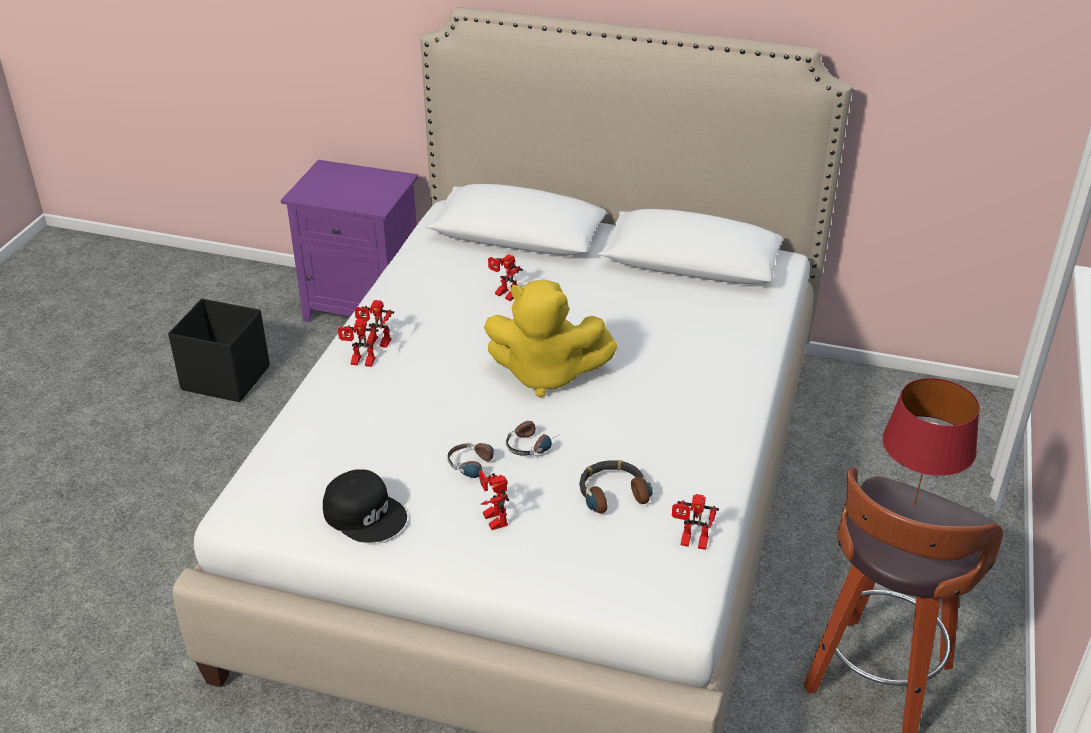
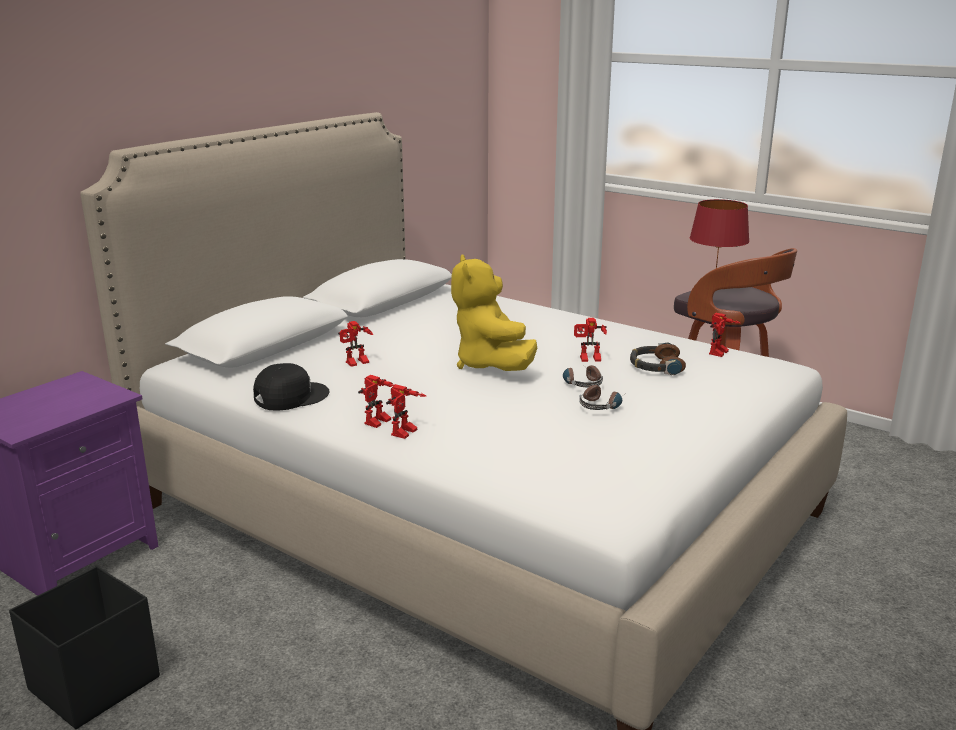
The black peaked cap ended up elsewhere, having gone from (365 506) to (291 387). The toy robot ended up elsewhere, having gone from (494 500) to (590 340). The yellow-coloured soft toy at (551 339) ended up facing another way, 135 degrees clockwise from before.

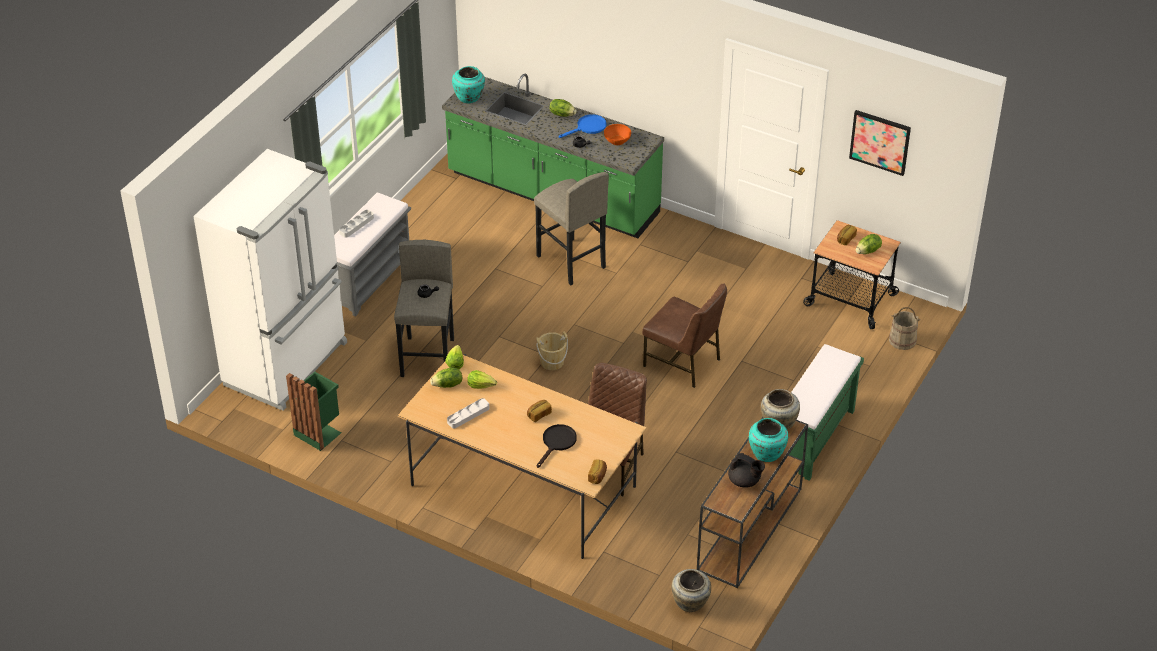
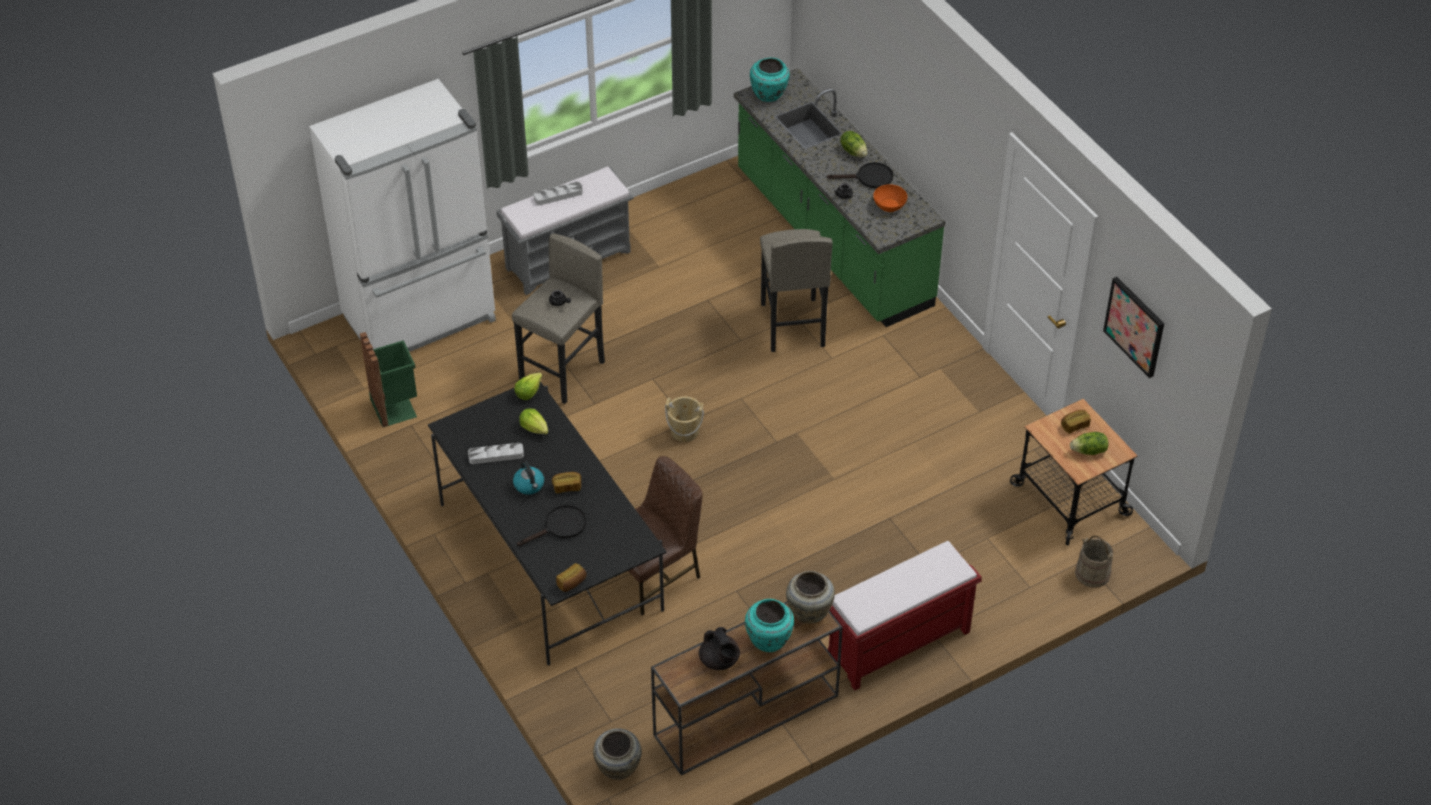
What was the beige-coloured dining table at (522 456) turned into the black dining table at (547 523). The second view lost the lettuce head at (446 378). What was the blue pan at (582 126) turned into the black pan at (860 175). The second view lost the brown chair at (684 335). What was the greenish long seat at (826 412) turned into the red-coloured long seat at (905 615). The second view gained the kettle at (528 478).

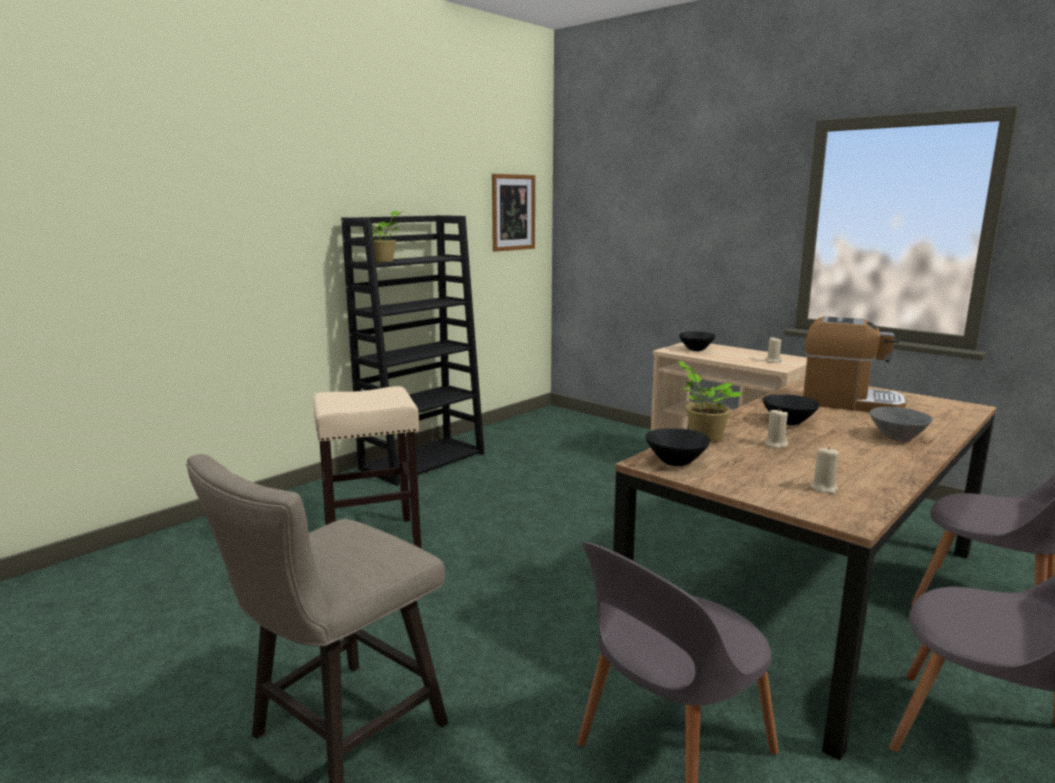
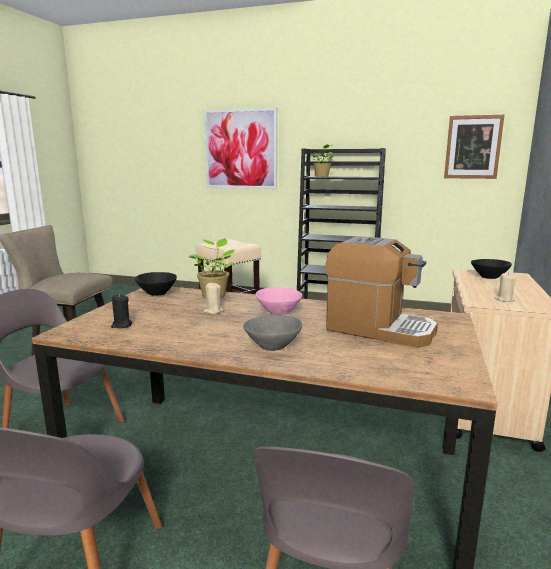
What was the black serving bowl at (791 409) turned into the pink-coloured serving bowl at (279 301). The coffee machine at (854 364) ended up facing another way, 60 degrees counterclockwise from before. What was the beige-coloured candle at (825 470) turned into the black candle at (121 311). The second view gained the wall picture at (240 148).

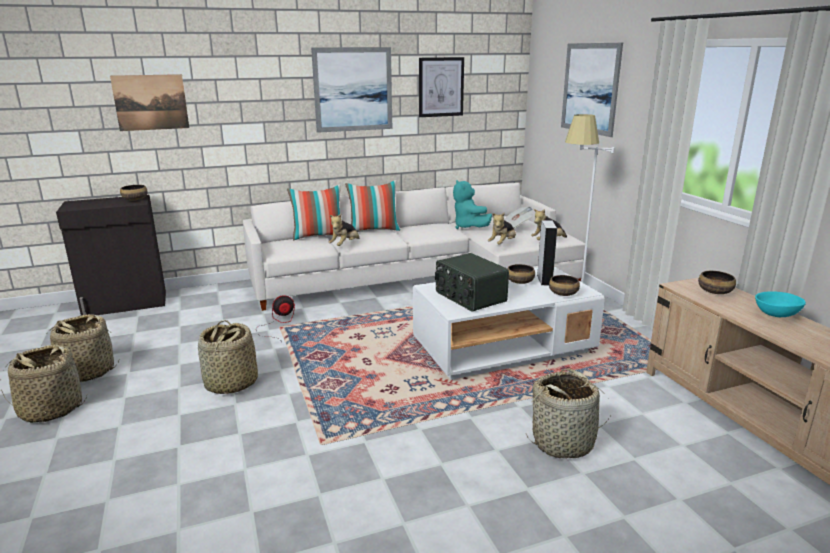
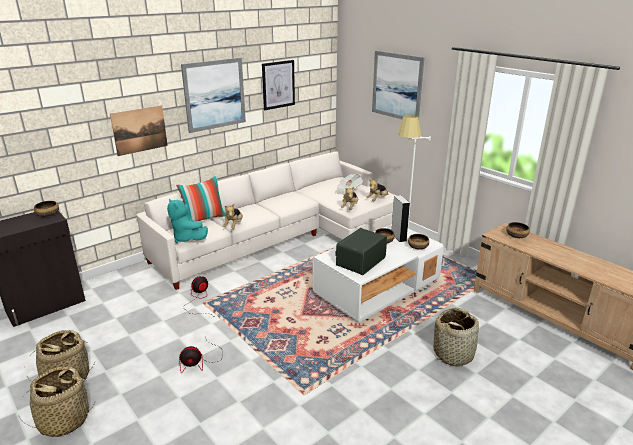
The wall picture ended up elsewhere, having gone from (149 102) to (139 130). Where the basket stood at (228 357), the cooling fan came to stand at (198 356). The second view lost the cushion at (373 206). The radio set at (472 282) ended up facing another way, 90 degrees clockwise from before. The turquoise soft toy ended up elsewhere, having gone from (472 204) to (187 220). The second view lost the turquoise serving bowl at (780 304).

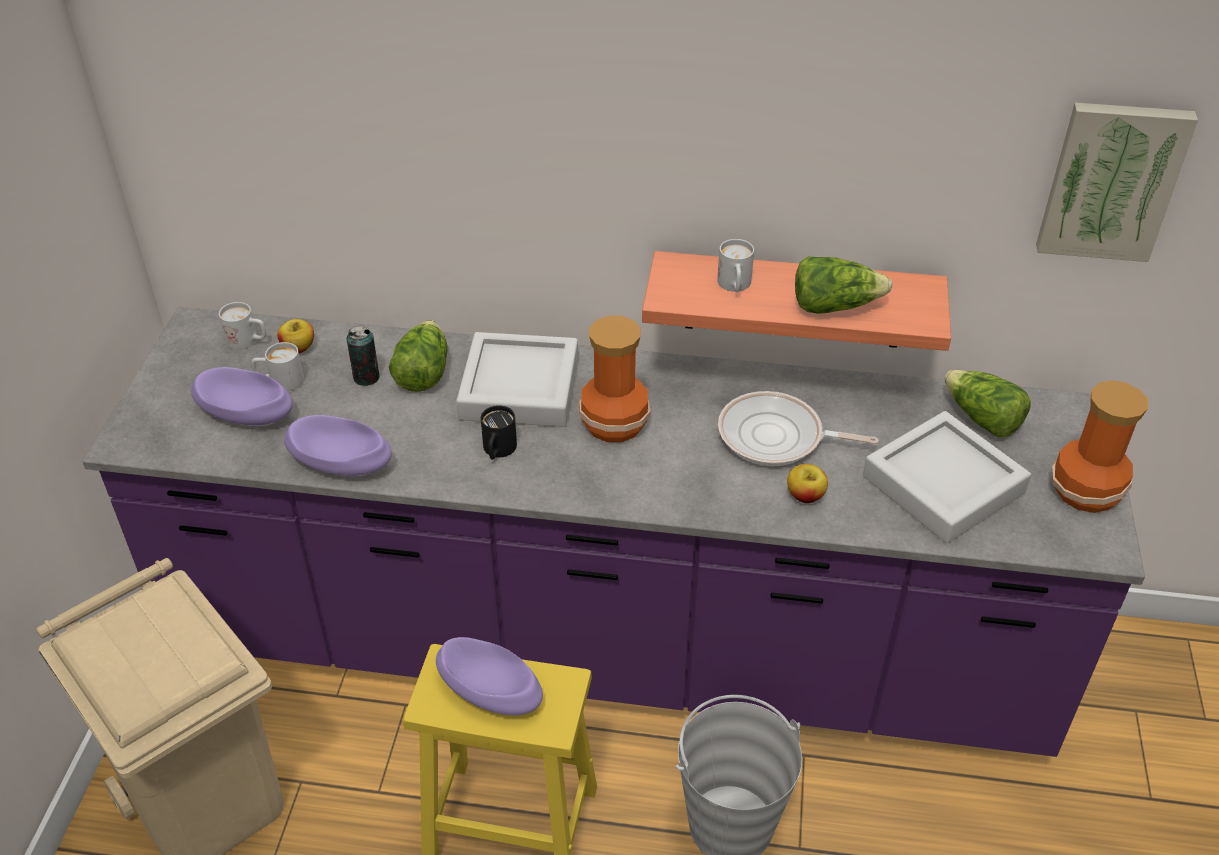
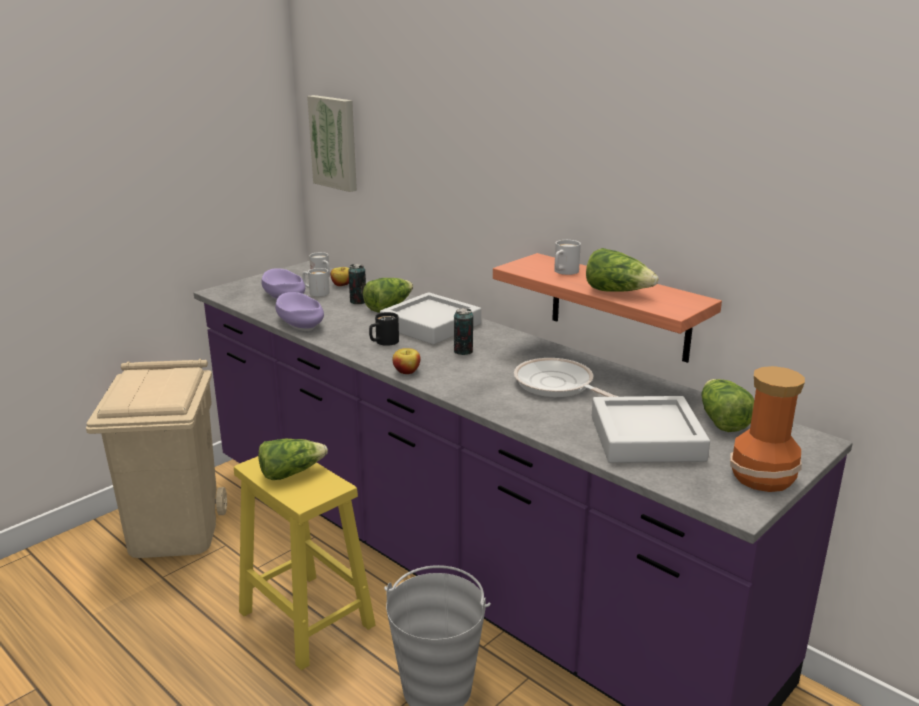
Where the purple-coloured serving bowl stood at (489 676), the lettuce head came to stand at (293 459). Where the decorative vase stood at (615 379), the sealed can came to stand at (463 331). The whole apple ended up elsewhere, having gone from (807 483) to (406 361). The wall picture ended up elsewhere, having gone from (1117 182) to (332 143).

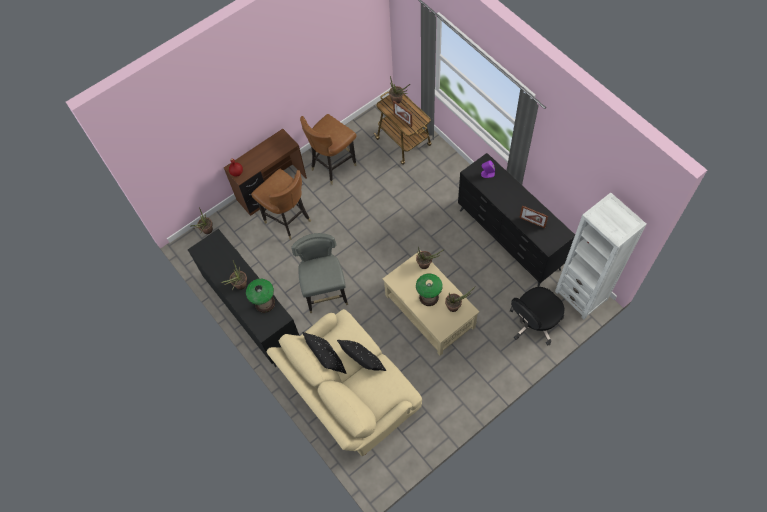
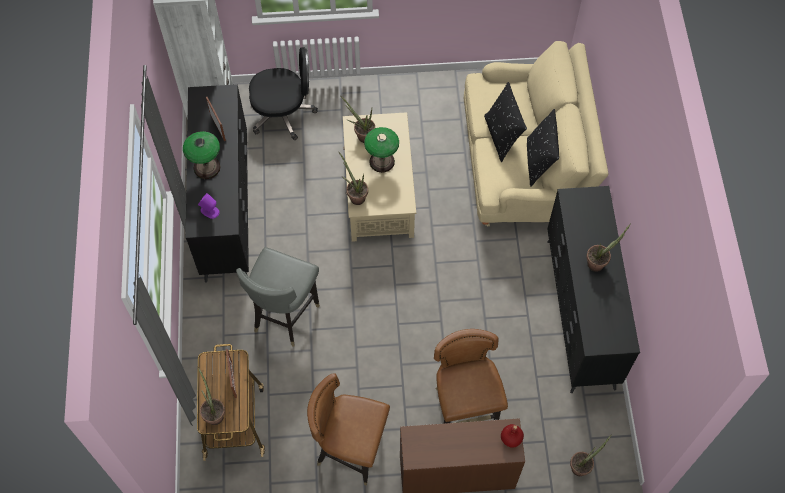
The tabletop lamp ended up elsewhere, having gone from (260 296) to (202 155). The greyish chair ended up elsewhere, having gone from (319 273) to (278 297). The brown chair at (328 149) ended up facing another way, 150 degrees counterclockwise from before.

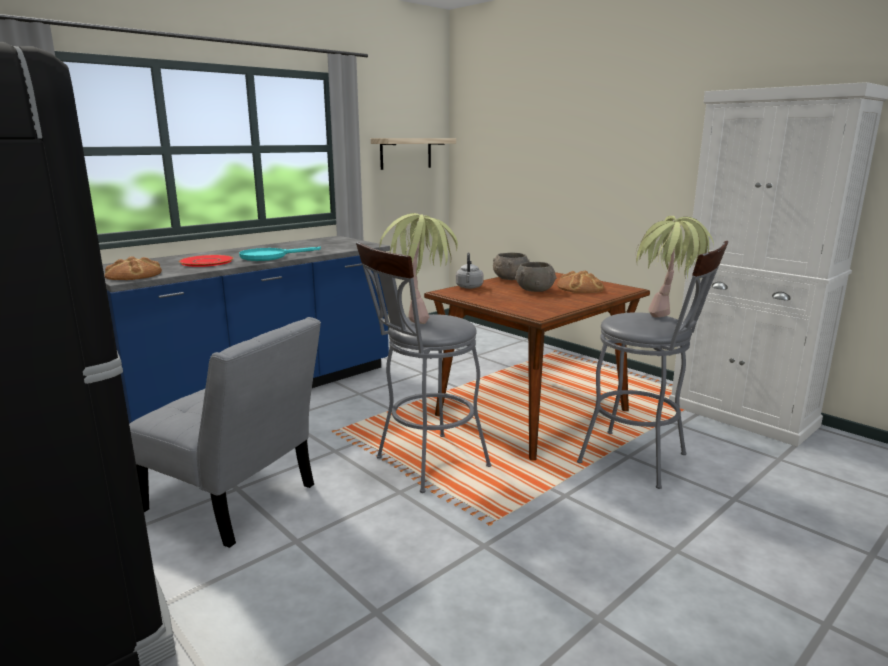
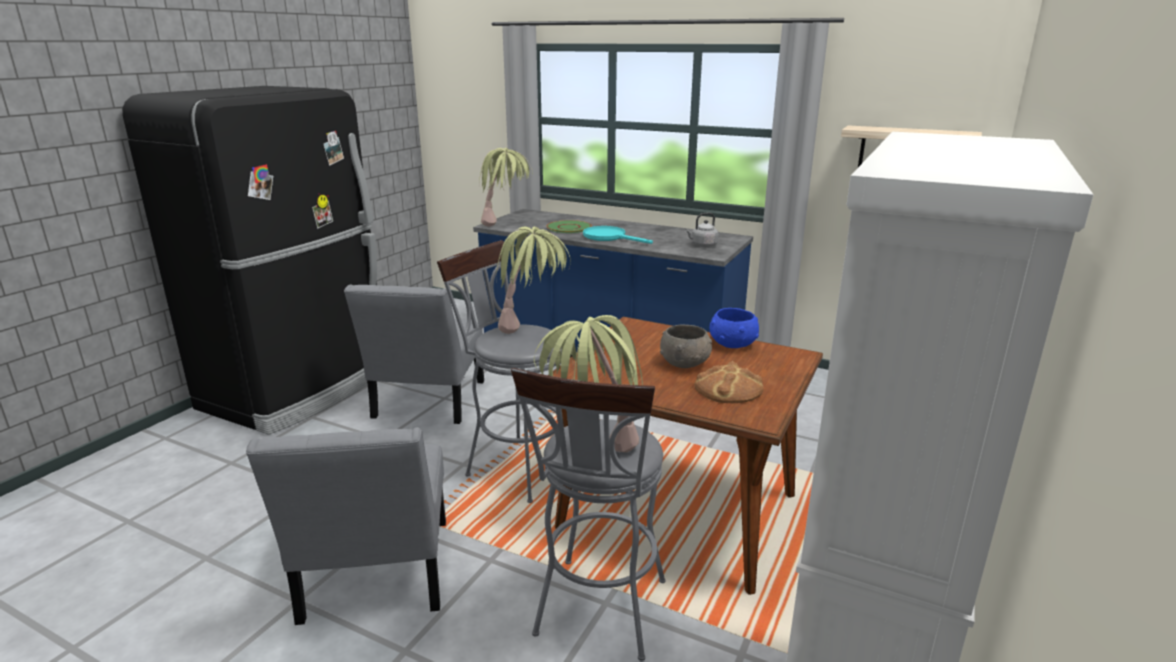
Where the bread stood at (133 268), the houseplant came to stand at (505 187). What was the red-coloured flat dish at (206 261) turned into the greenish flat dish at (569 226). The greyish kettle ended up elsewhere, having gone from (470 270) to (702 230). What was the greyish serving bowl at (511 266) turned into the blue serving bowl at (734 328). The second view gained the greyish chair at (346 526).

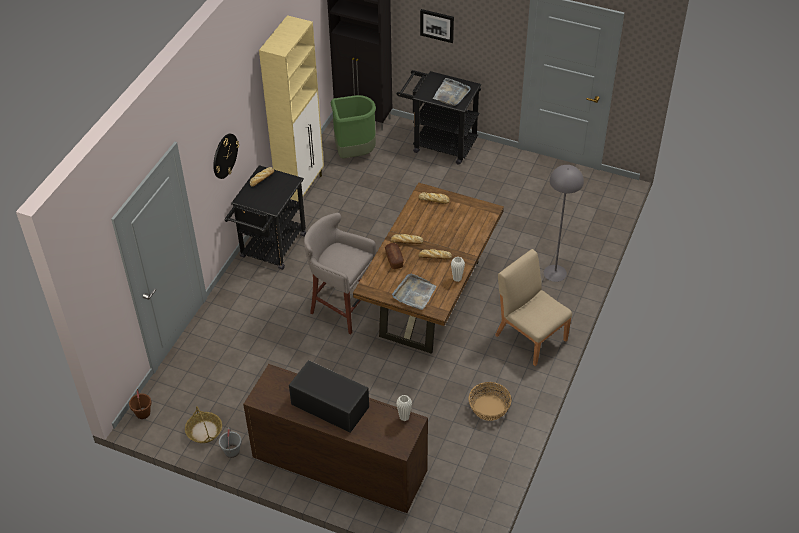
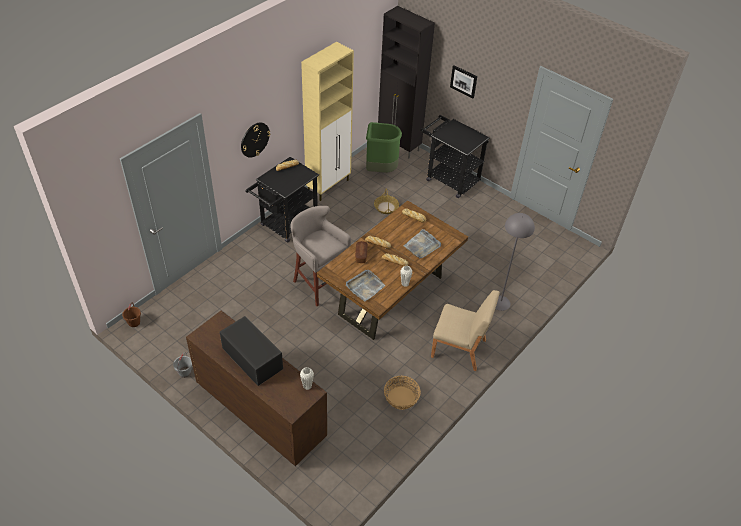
The basket ended up elsewhere, having gone from (203 424) to (386 201). The greyish tray ended up elsewhere, having gone from (452 92) to (422 244). The beige-coloured chair at (533 307) ended up facing another way, 135 degrees clockwise from before.

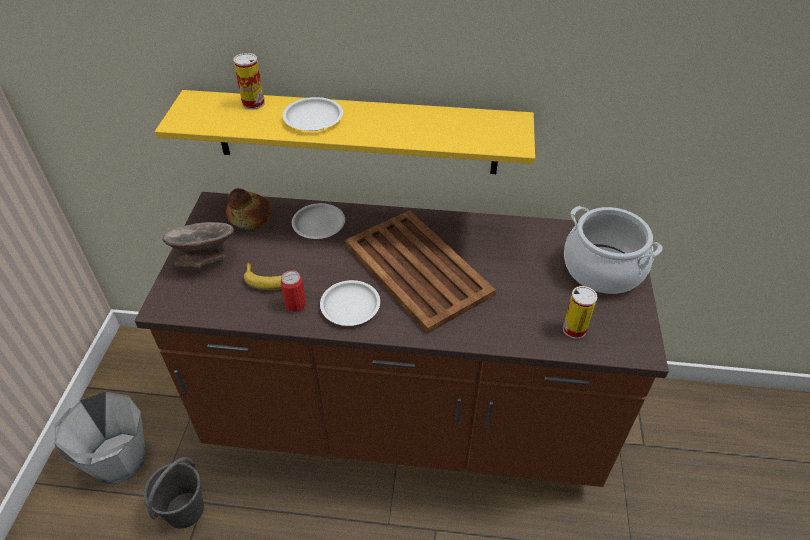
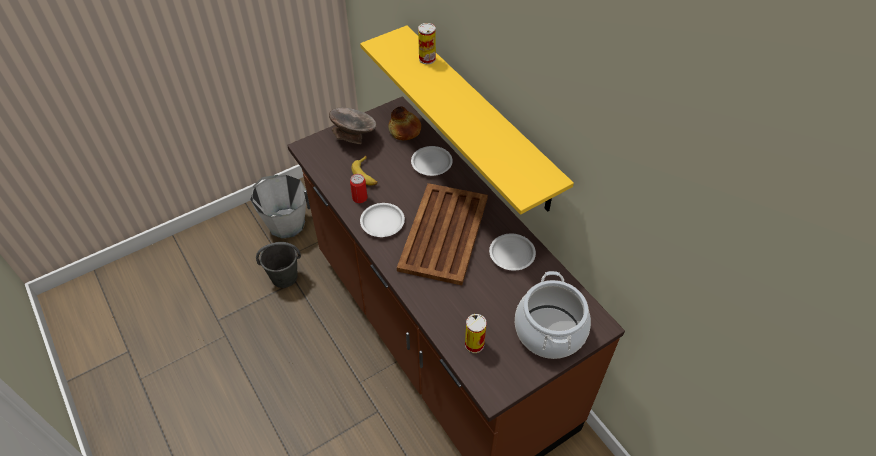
The white flat dish ended up elsewhere, having gone from (313 114) to (512 252).

